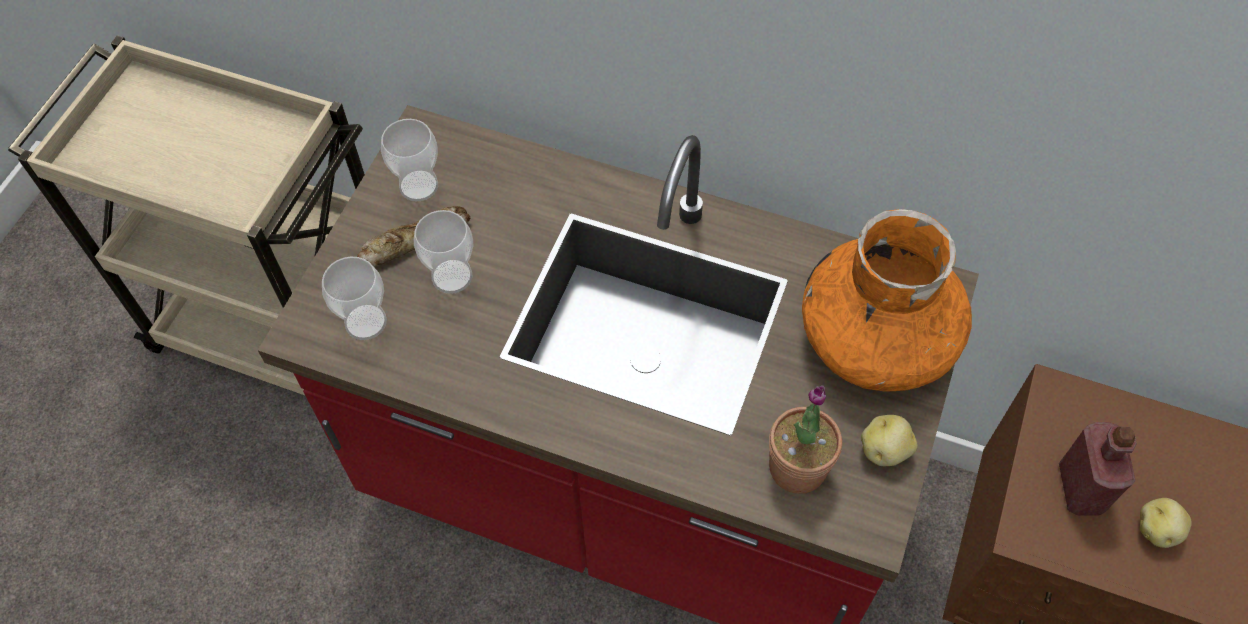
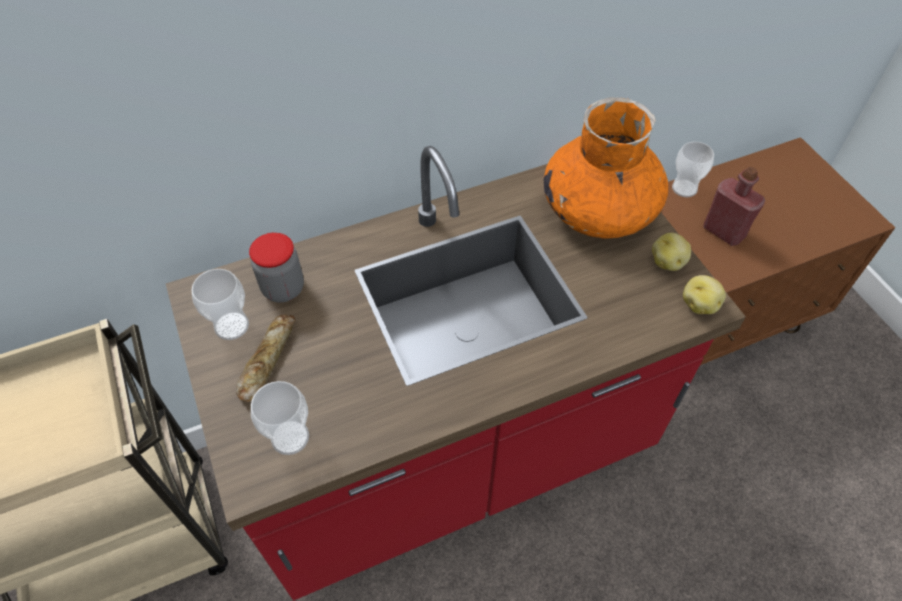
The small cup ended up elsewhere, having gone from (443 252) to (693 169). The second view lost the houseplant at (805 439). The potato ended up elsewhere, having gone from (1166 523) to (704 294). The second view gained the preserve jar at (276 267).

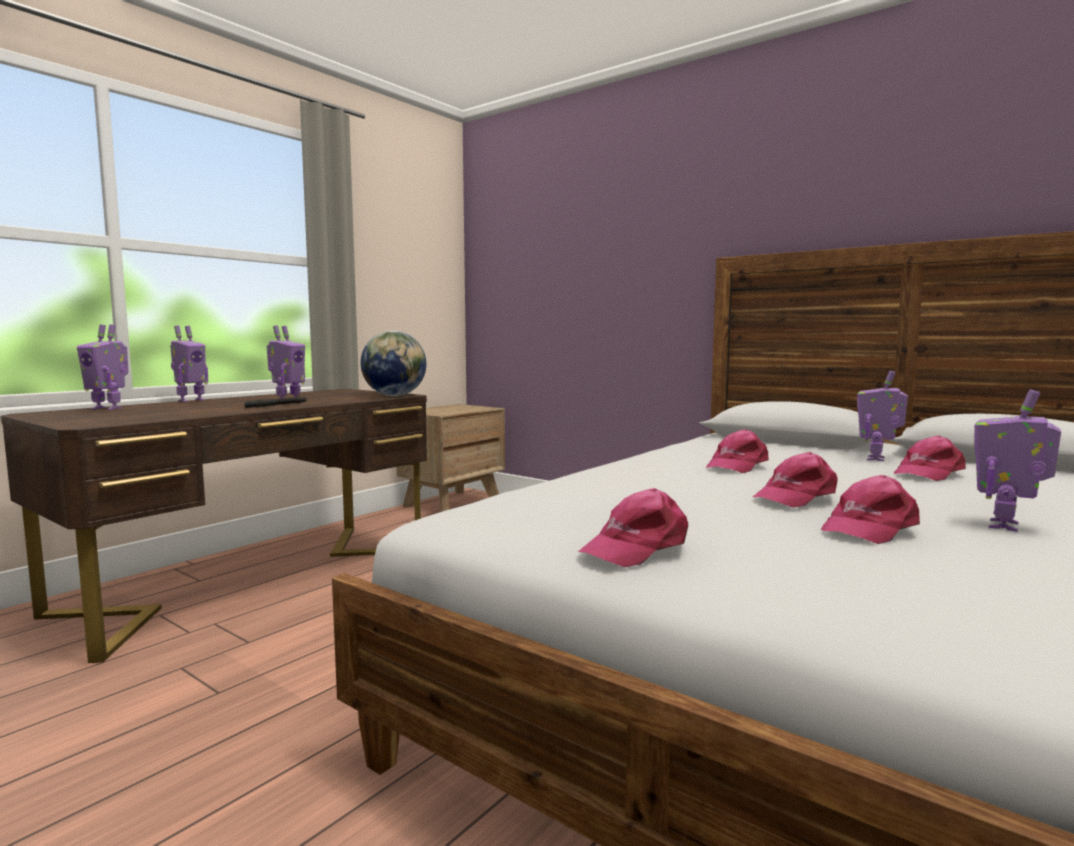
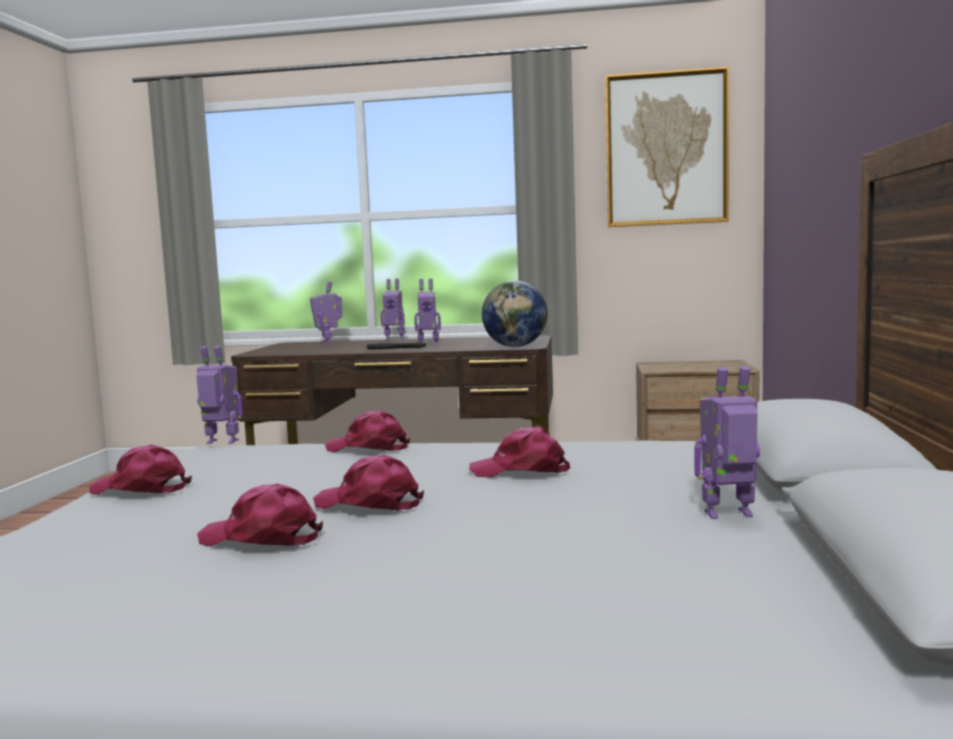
The pink-coloured peaked cap ended up elsewhere, having gone from (930 458) to (367 431). The toy robot ended up elsewhere, having gone from (1017 460) to (219 395). The second view gained the wall picture at (667 147).

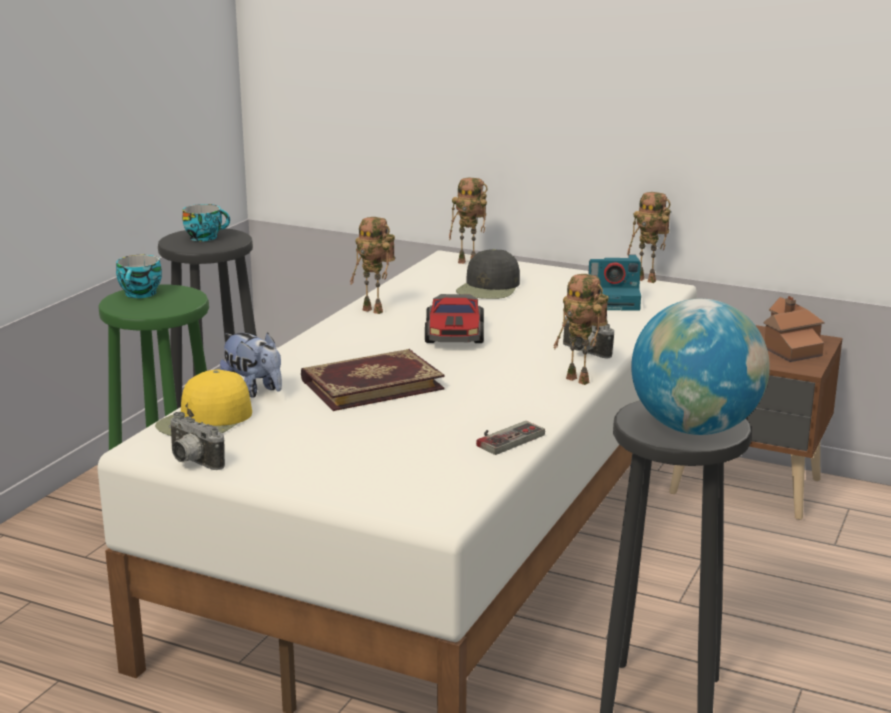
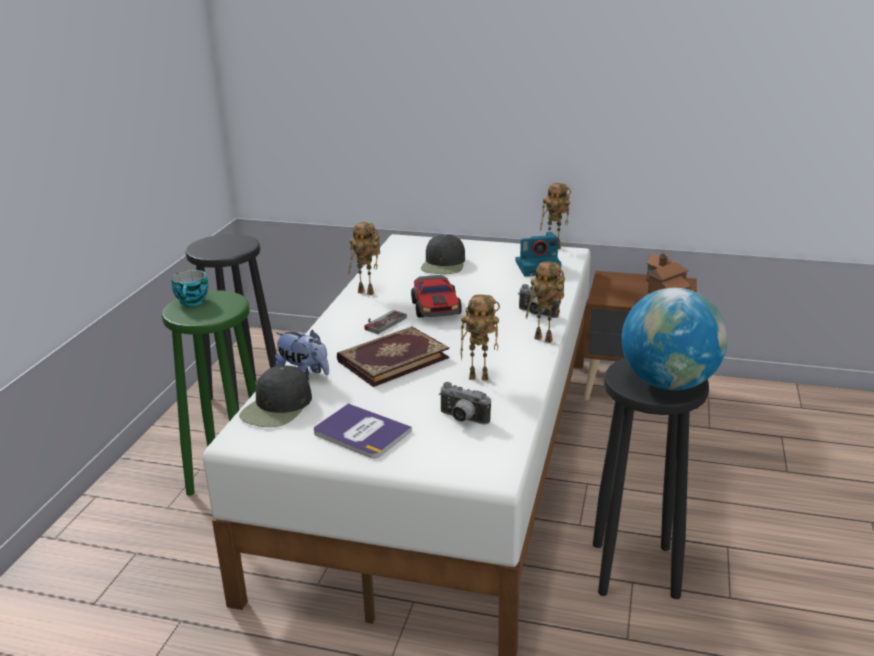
What was the yellow-coloured peaked cap at (203 403) turned into the black peaked cap at (275 396). The still camera ended up elsewhere, having gone from (197 441) to (465 403). The second view lost the small cup at (206 222). The toy robot ended up elsewhere, having gone from (468 221) to (480 337). The gamepad ended up elsewhere, having gone from (510 438) to (385 322). The second view gained the book at (363 430).

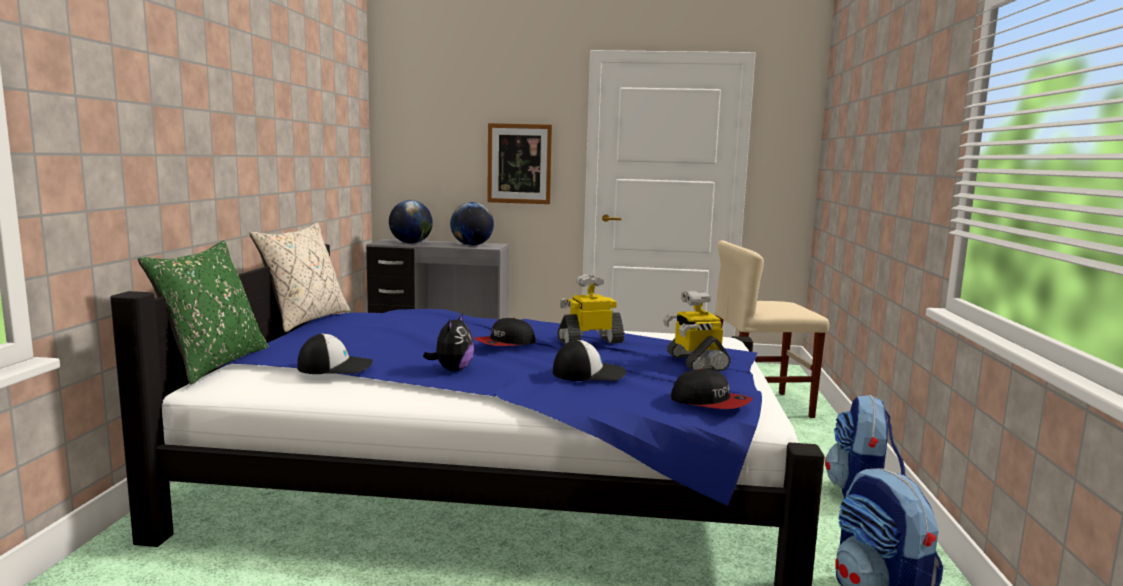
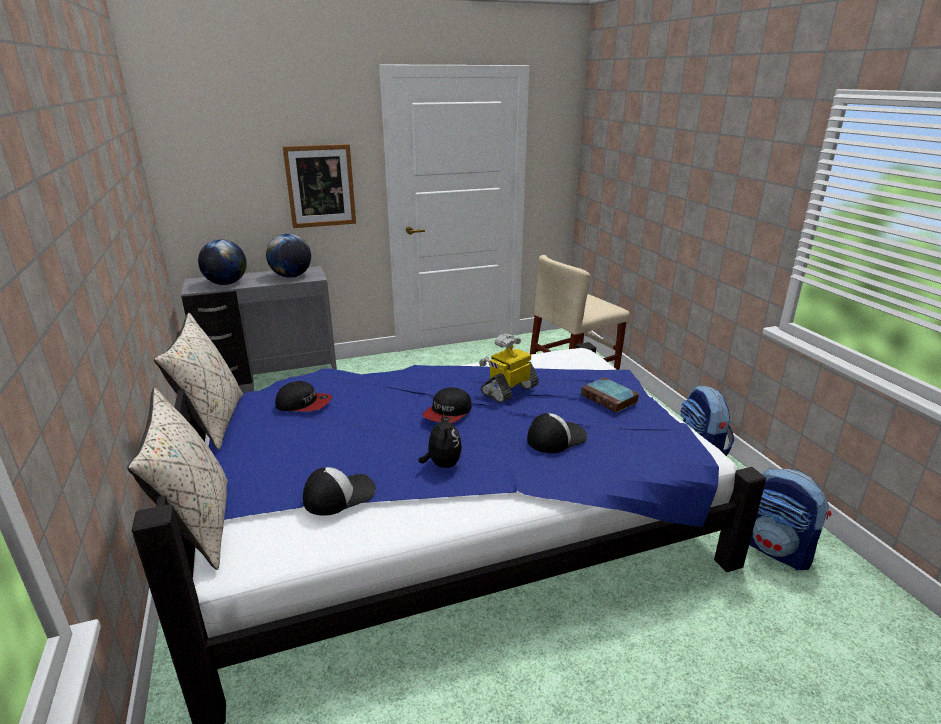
What was the greenish cushion at (203 312) turned into the beige-coloured cushion at (177 479). Where the toy robot stood at (696 331), the book came to stand at (610 395). The peaked cap ended up elsewhere, having gone from (712 389) to (303 396).

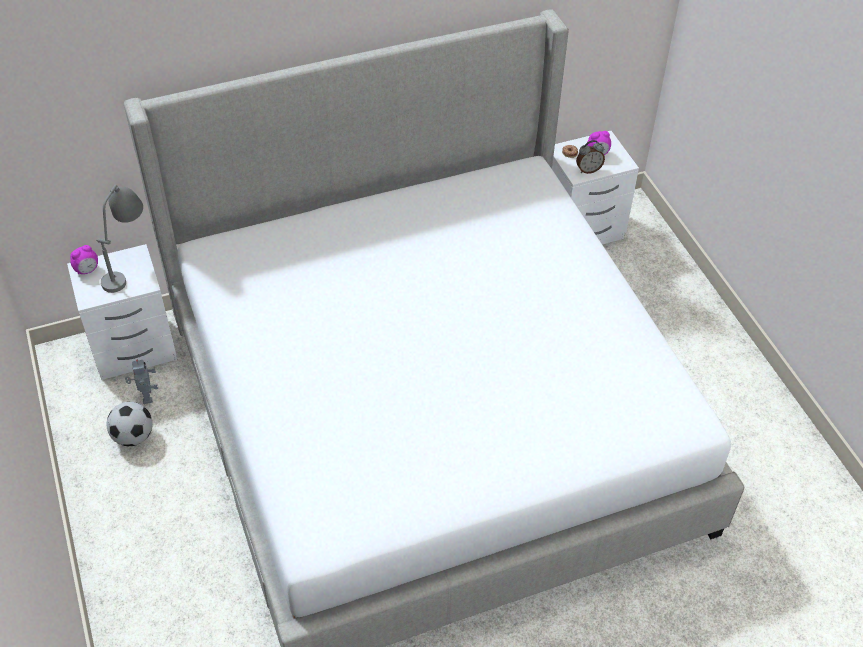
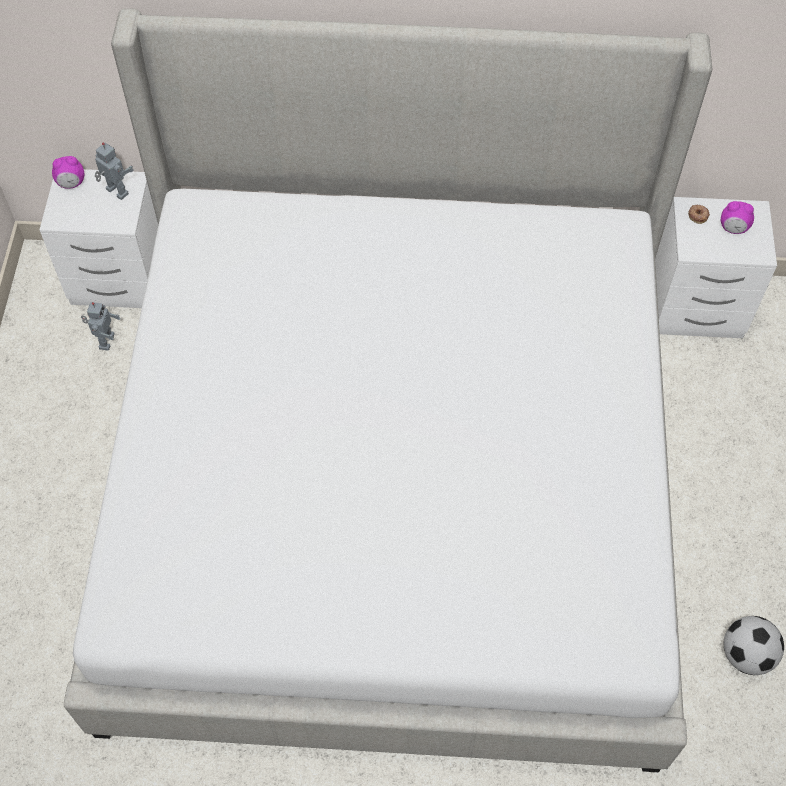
Where the greyish tabletop lamp stood at (119 238), the toy robot came to stand at (114 171). The football ended up elsewhere, having gone from (130 424) to (754 645). The second view lost the bedside clock at (590 157).

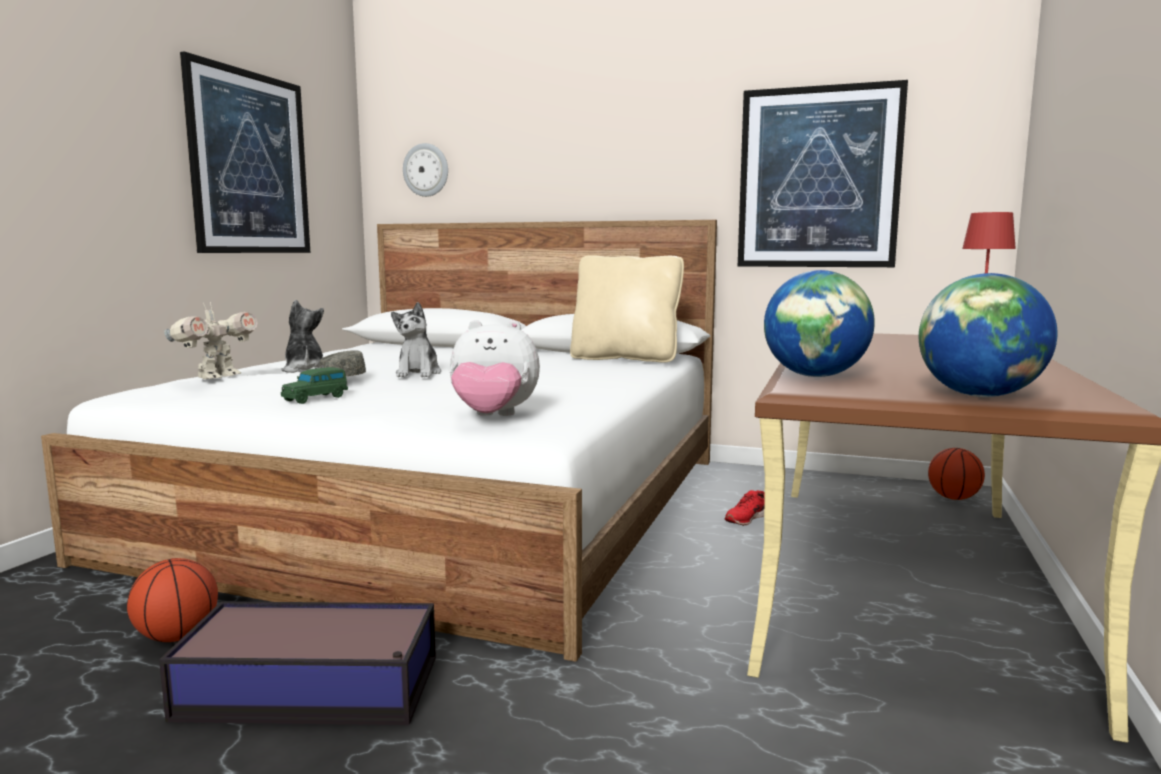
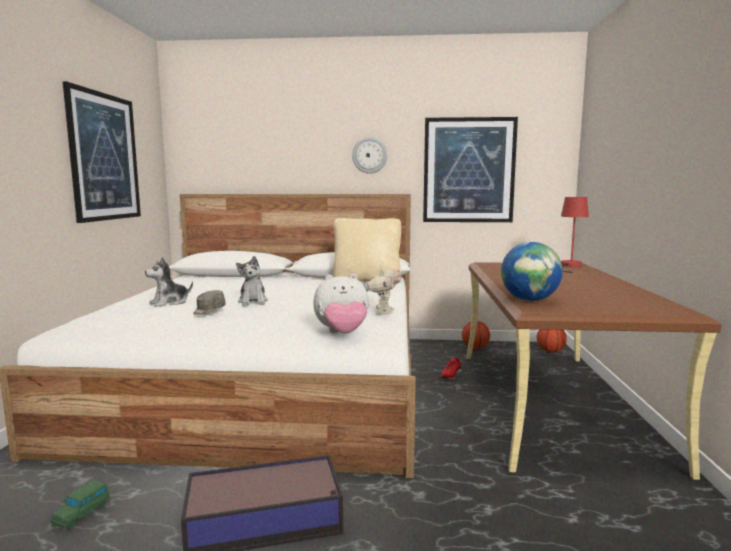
The basketball ended up elsewhere, having gone from (172 600) to (476 335). The toy robot ended up elsewhere, having gone from (211 340) to (382 290). The soft toy at (302 336) ended up facing another way, 90 degrees counterclockwise from before. The greenish model car ended up elsewhere, having gone from (314 385) to (80 504). The wall clock ended up elsewhere, having gone from (425 170) to (369 155). The second view lost the globe at (988 335).

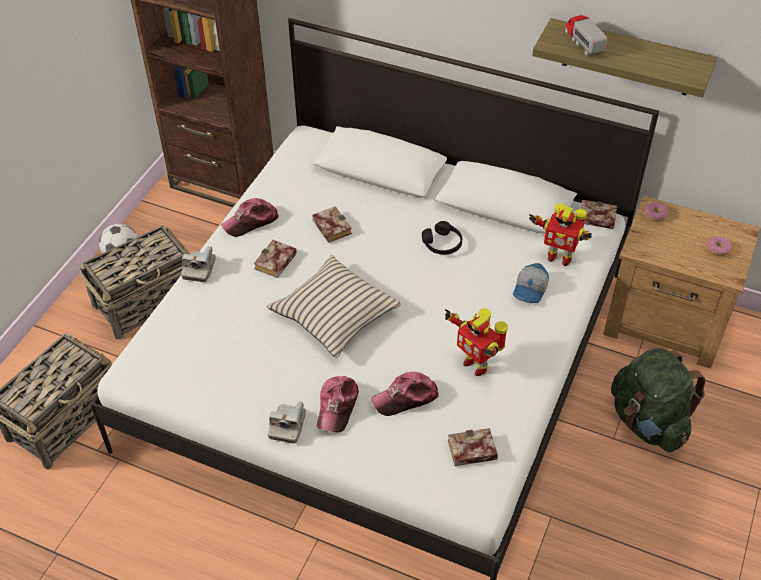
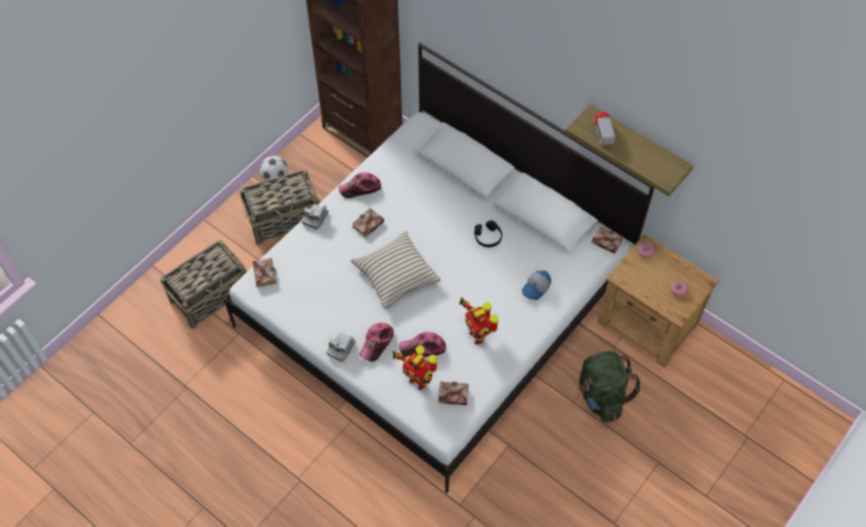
The book ended up elsewhere, having gone from (332 224) to (265 272). The toy robot ended up elsewhere, having gone from (560 234) to (414 368).

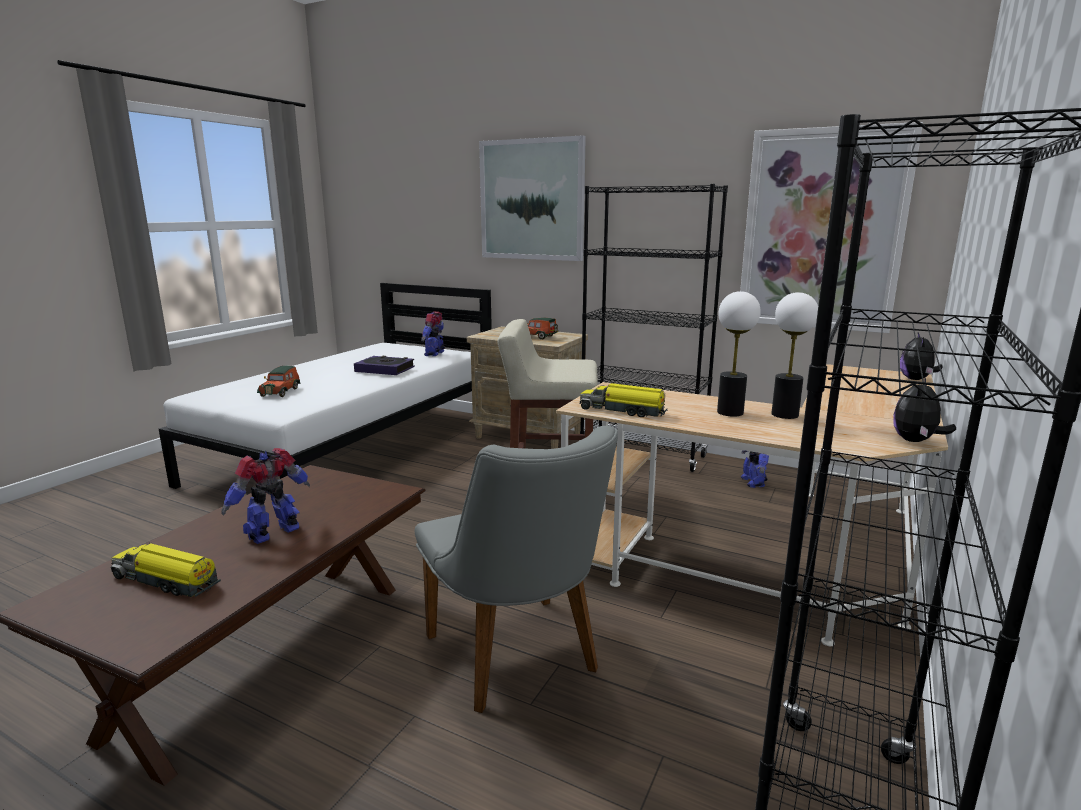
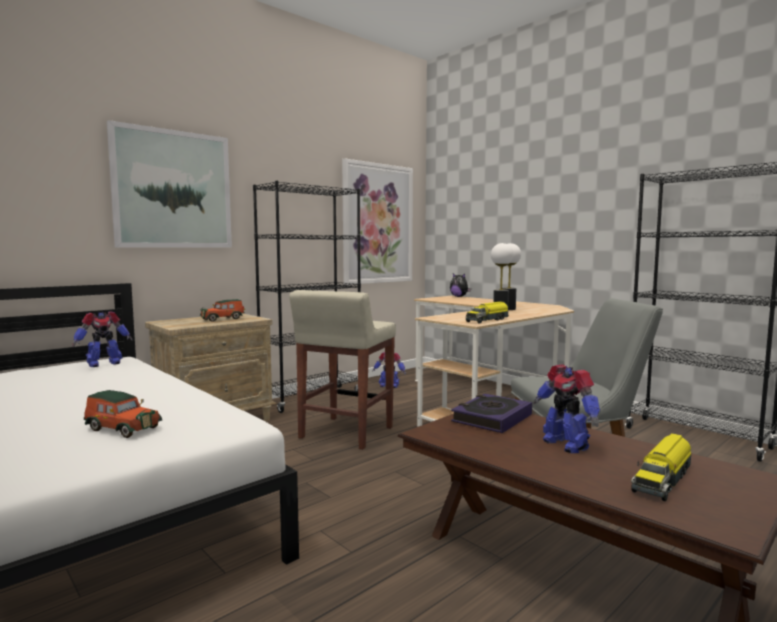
The book ended up elsewhere, having gone from (384 365) to (491 413). The toy robot at (433 333) ended up facing another way, 75 degrees counterclockwise from before. The second view lost the soft toy at (924 410).

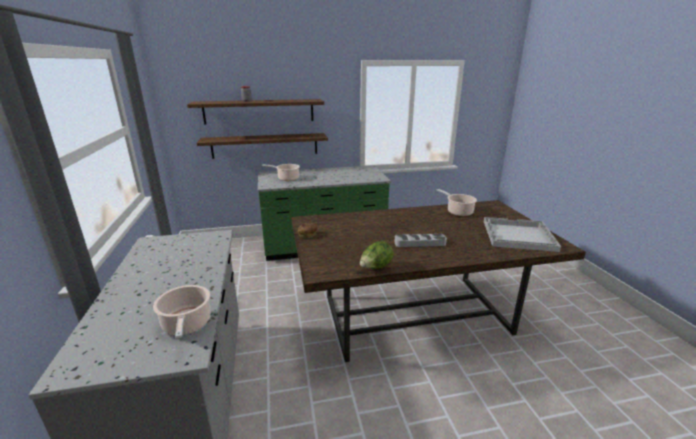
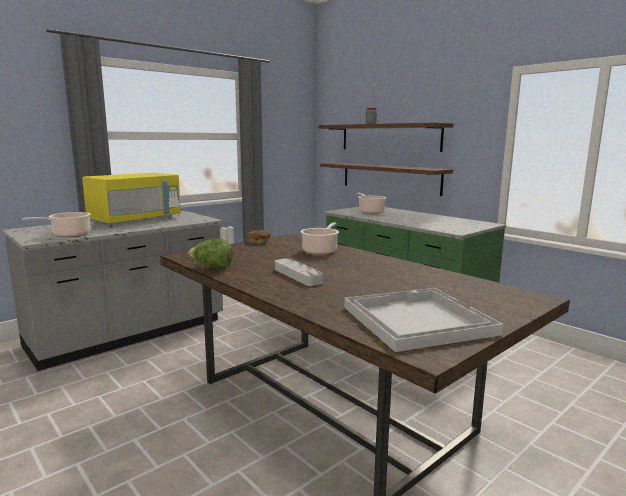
The stockpot ended up elsewhere, having gone from (457 202) to (320 238). The second view gained the yellow-coloured microwave oven at (131 199).

